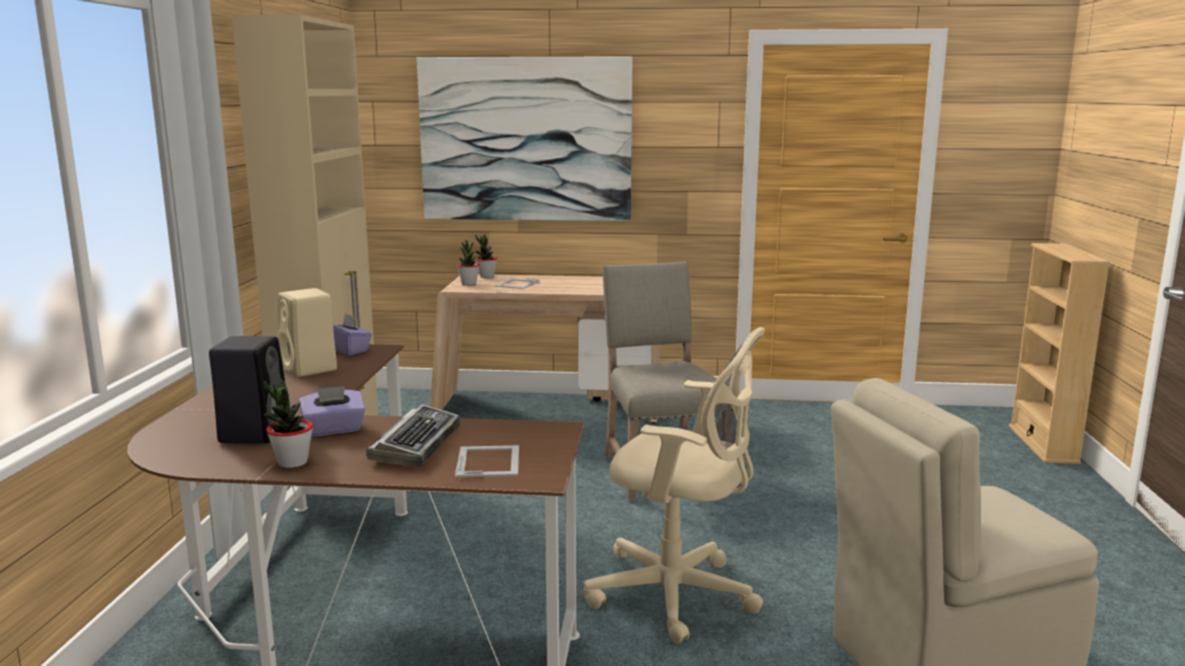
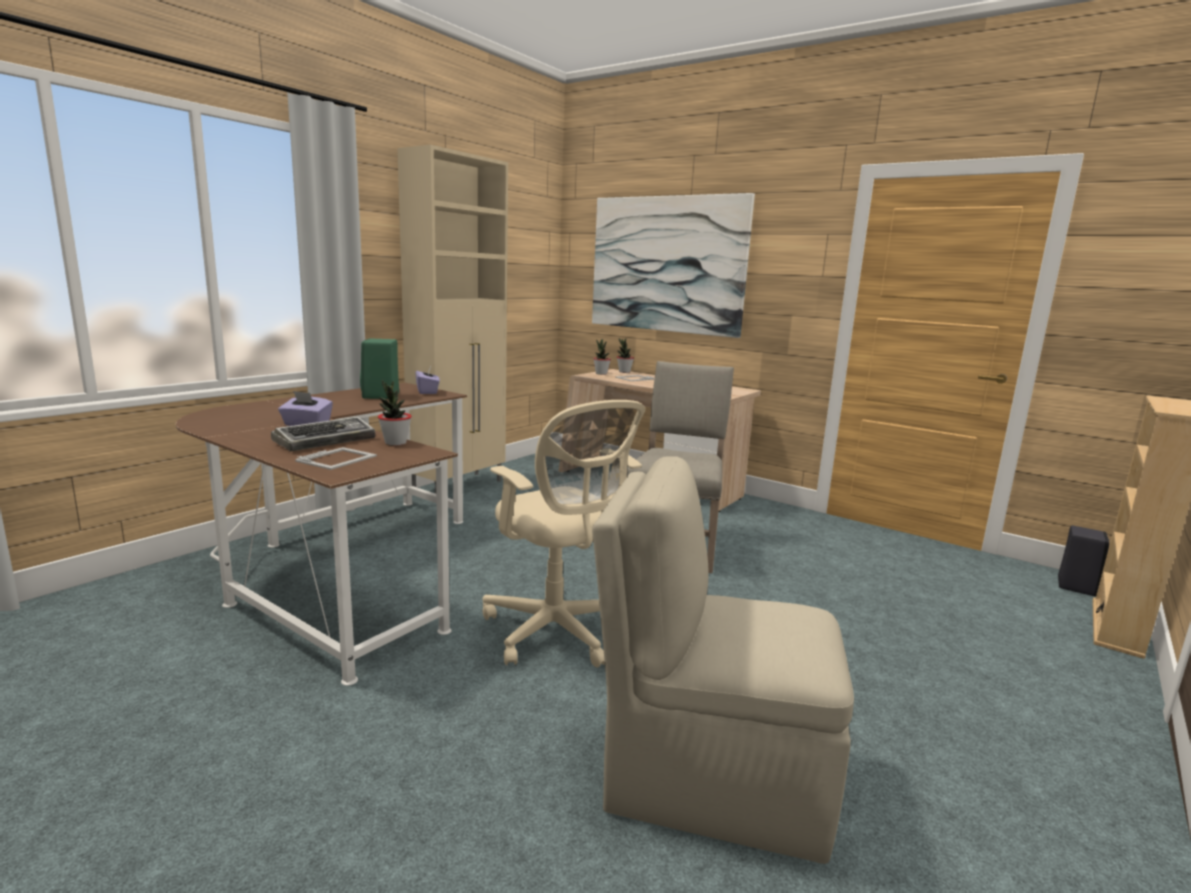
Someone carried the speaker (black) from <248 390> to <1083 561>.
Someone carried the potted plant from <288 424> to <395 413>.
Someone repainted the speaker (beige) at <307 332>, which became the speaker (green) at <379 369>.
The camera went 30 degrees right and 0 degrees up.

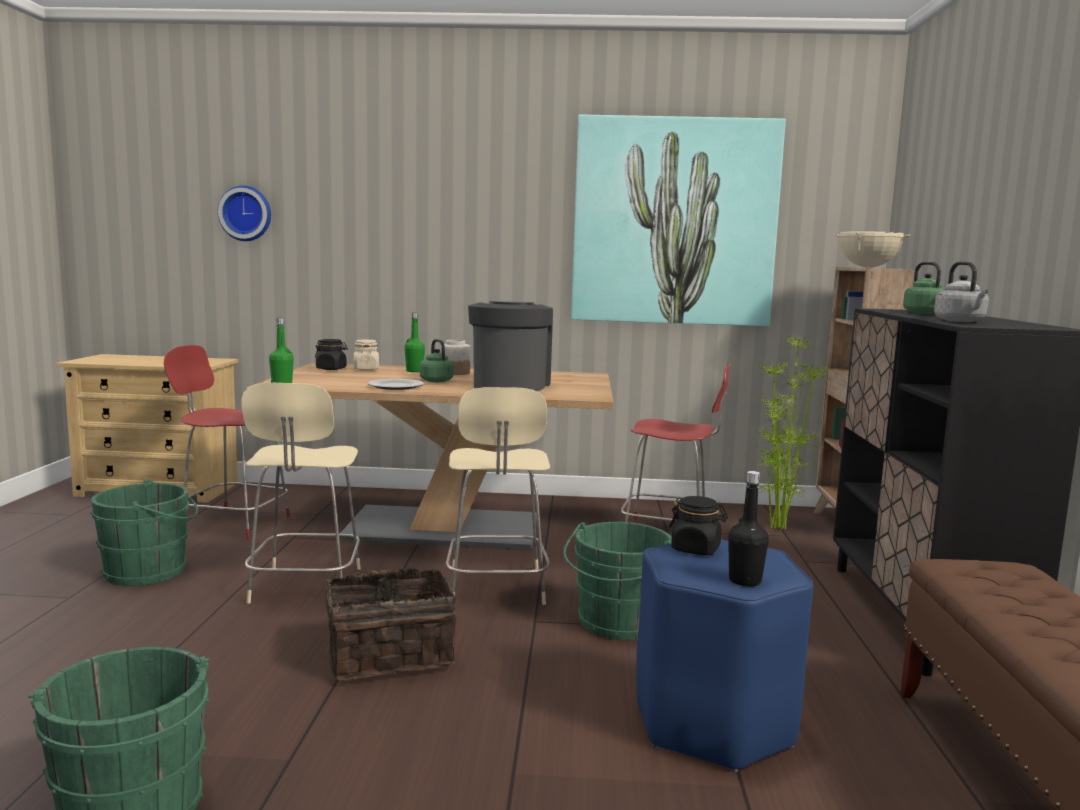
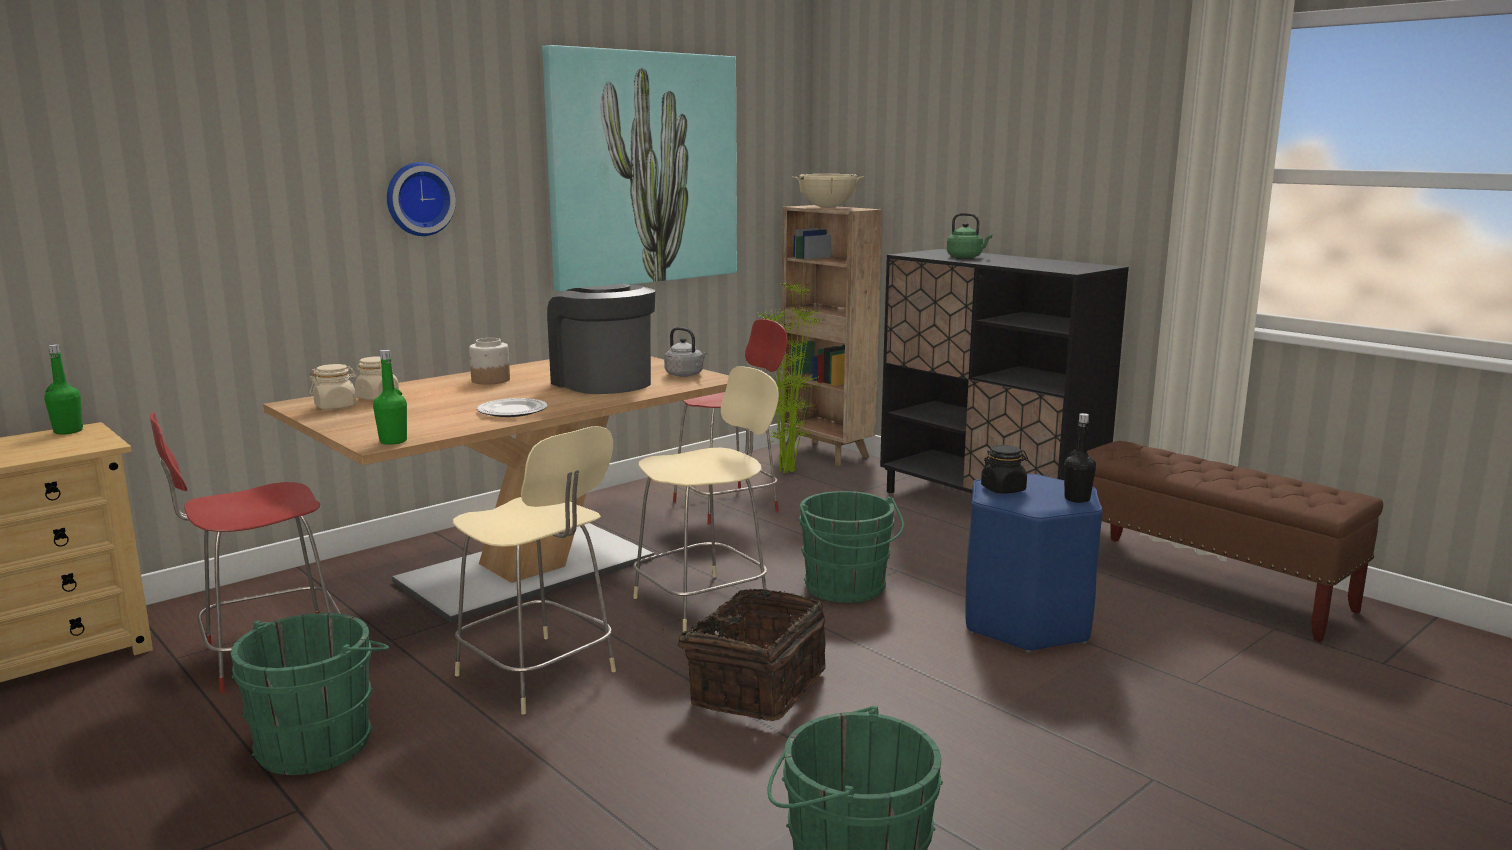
Someone carried the wall clock from <244 213> to <421 199>.
Someone repainted the jar (black) at <331 354>, which became the jar (beige) at <334 387>.
Someone carried the bottle (green) from <414 342> to <63 389>.
Someone took away the kettle (green) at <436 360>.
Someone rotated the chair (beige) at <498 496> by 75 degrees counterclockwise.
Someone carried the kettle (grey) from <961 291> to <685 352>.
The camera went 45 degrees left and 5 degrees up.

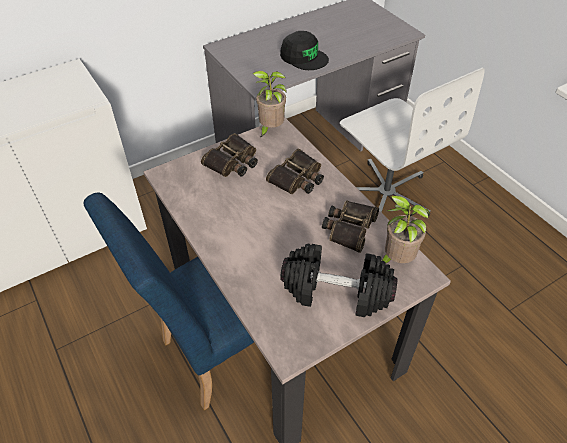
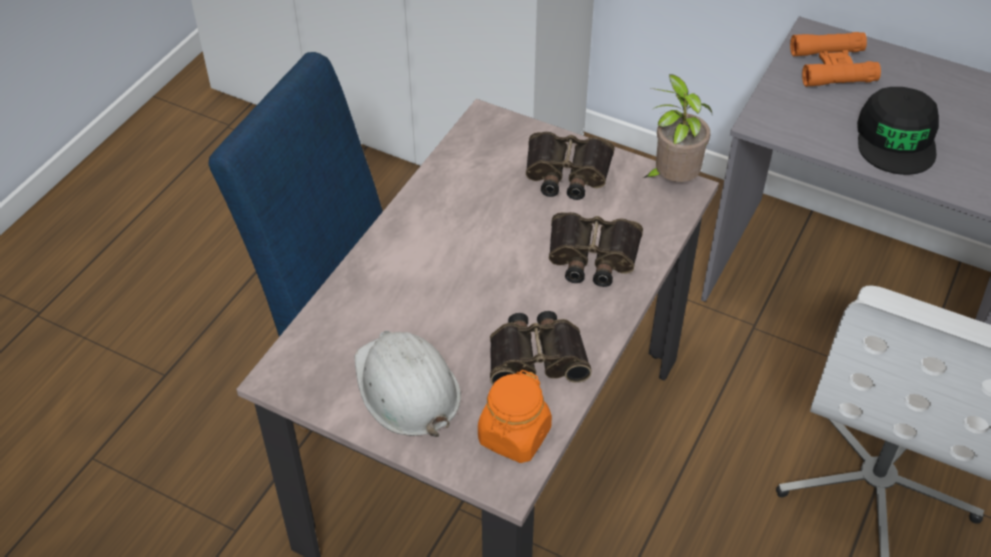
Someone swapped the dumbbell (black) at <338 280> for the hard hat (white) at <407 384>.
Someone swapped the potted plant at <406 229> for the jar (orange) at <515 416>.
Someone put down the binoculars (orange) at <835 59>.
The camera went 60 degrees right and 0 degrees up.

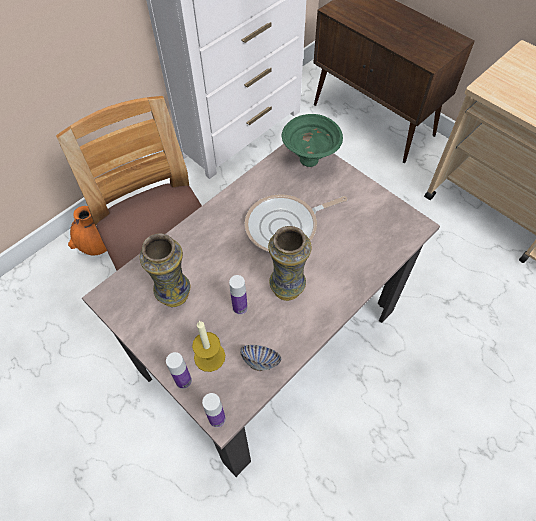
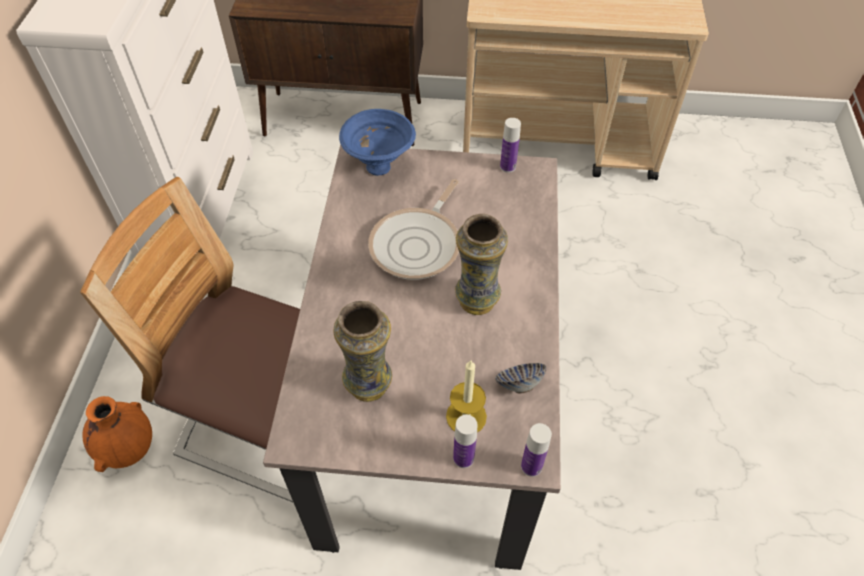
Someone carried the bottle from <238 295> to <510 145>.
Someone repainted the bowl (green) at <312 140>, which became the bowl (blue) at <377 142>.
The camera went 40 degrees left and 5 degrees down.

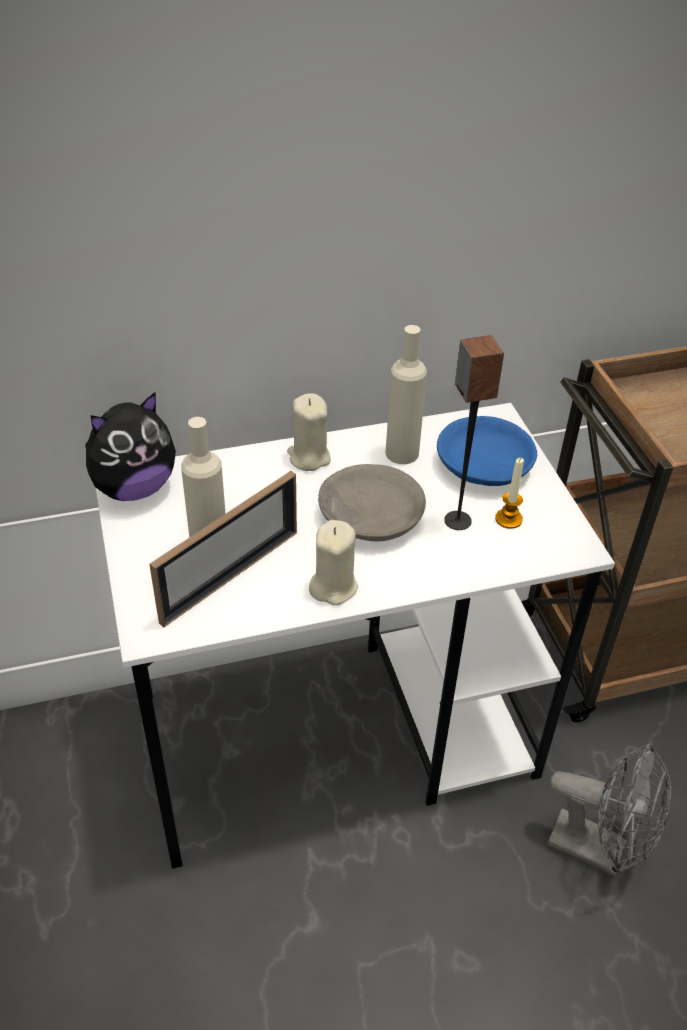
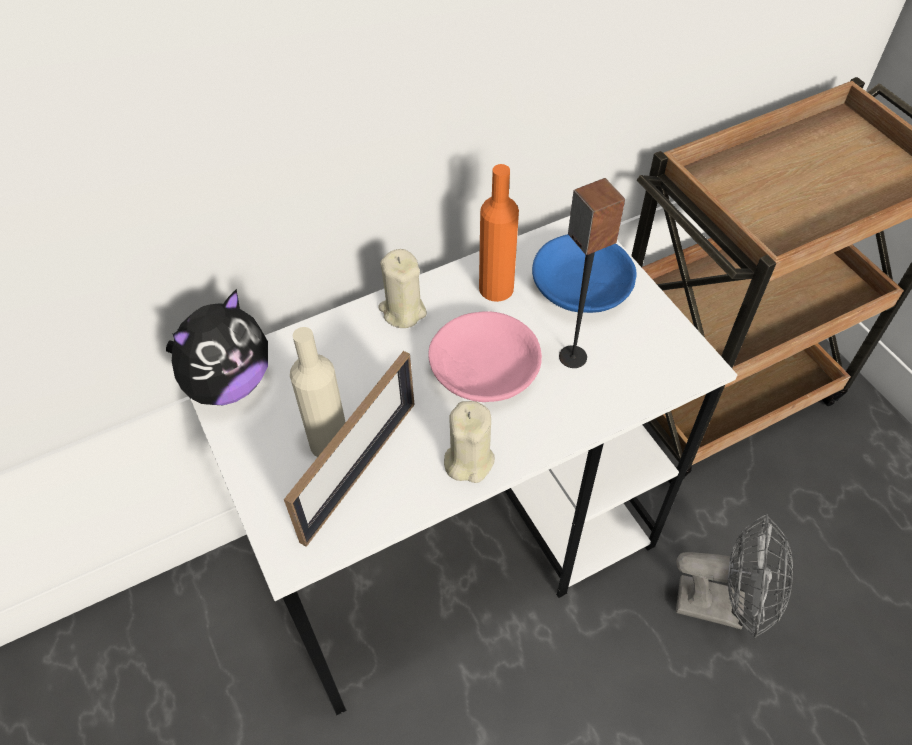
Someone repainted the bowl (grey) at <372 502>, which became the bowl (pink) at <485 356>.
Someone repainted the bottle (beige) at <406 394>, which became the bottle (orange) at <499 233>.
Someone took away the candle at <509 493>.
The camera went 10 degrees left and 10 degrees up.

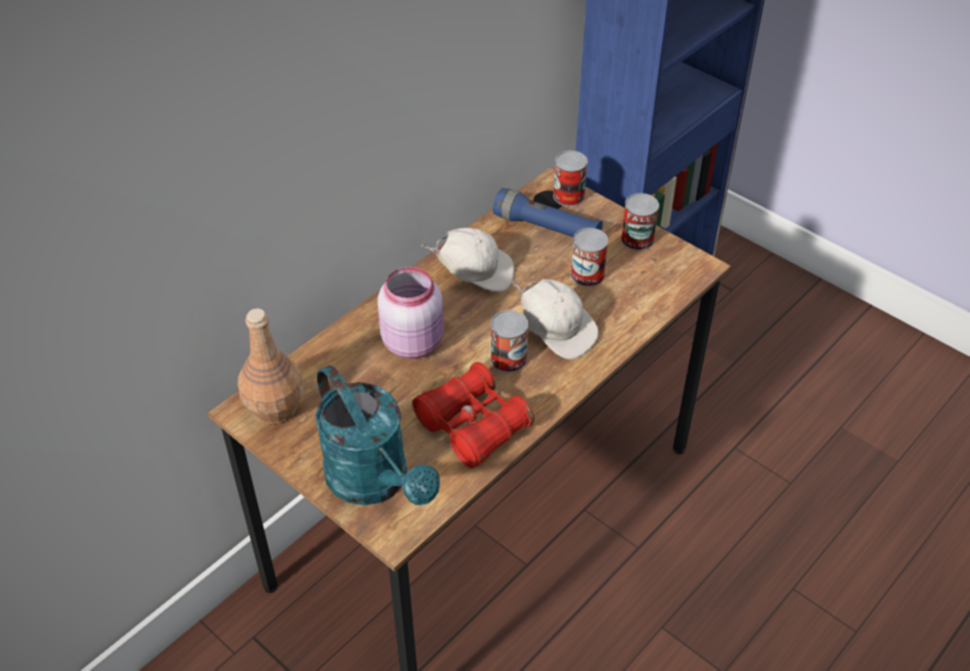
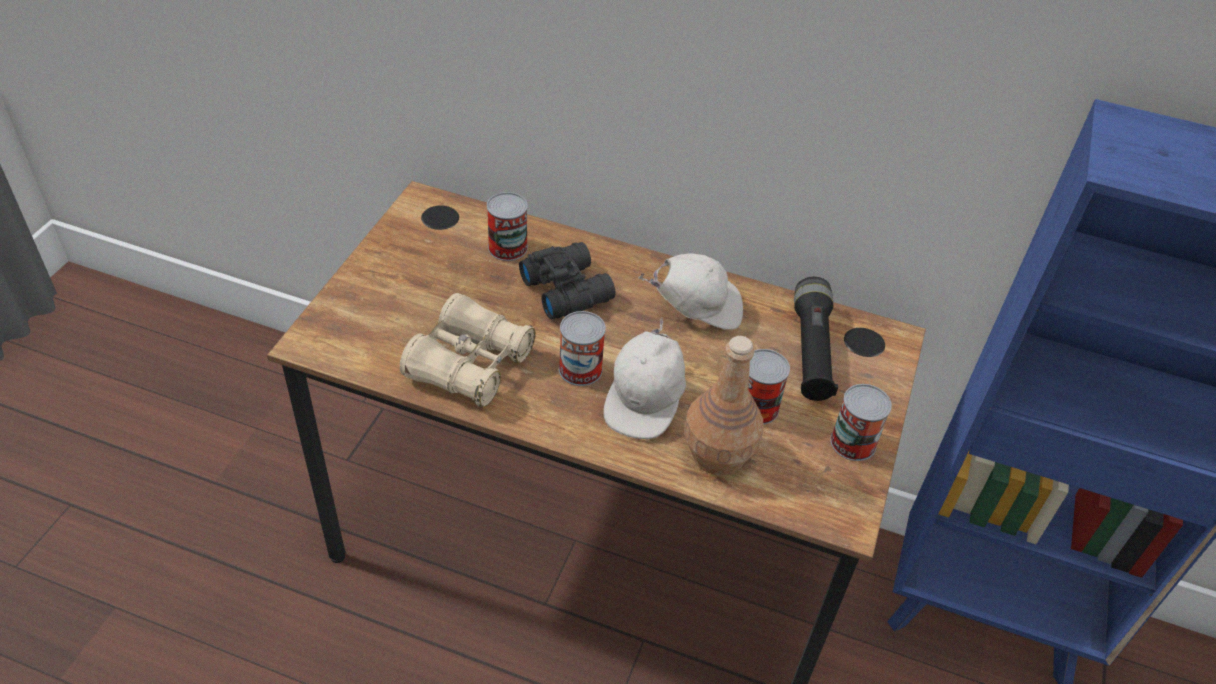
Someone carried the bottle (brown) from <270 366> to <724 406>.
Someone took away the watering can (turquoise) at <377 435>.
Someone swapped the jar (pink) at <411 313> for the binoculars (black) at <567 280>.
Someone repainted the binoculars (red) at <473 415>, which became the binoculars (beige) at <468 350>.
Someone rotated the cap (white) at <467 260> by 75 degrees counterclockwise.
Someone repainted the flashlight (blue) at <548 212>, which became the flashlight (black) at <816 339>.
Someone carried the can from <570 178> to <507 226>.
The camera went 65 degrees right and 0 degrees up.

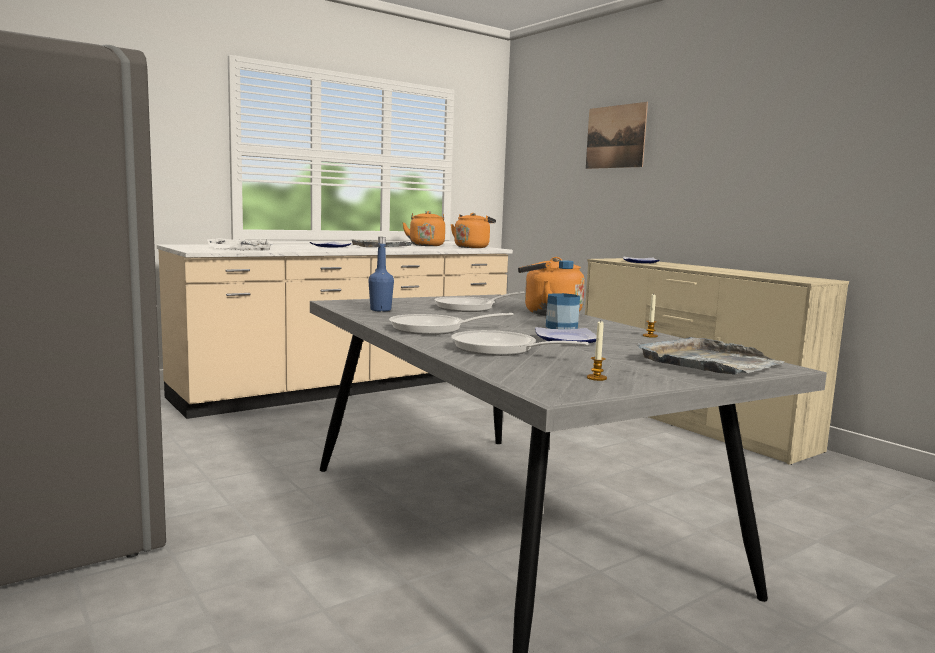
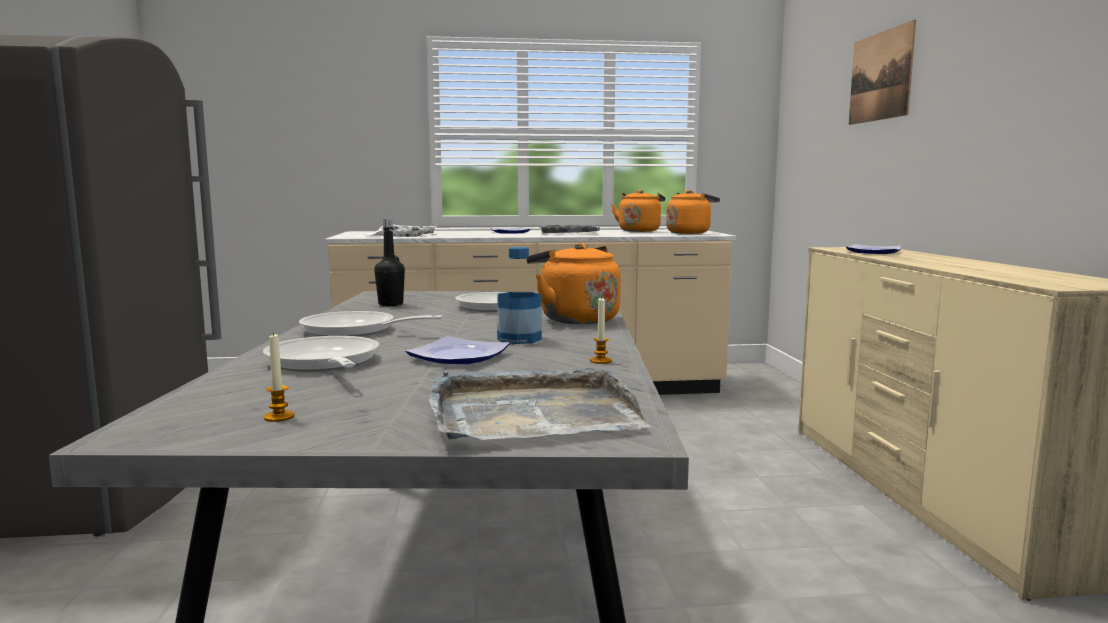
Someone repainted the bottle (blue) at <381 274>, which became the bottle (black) at <389 262>.
The camera went 30 degrees right and 0 degrees up.

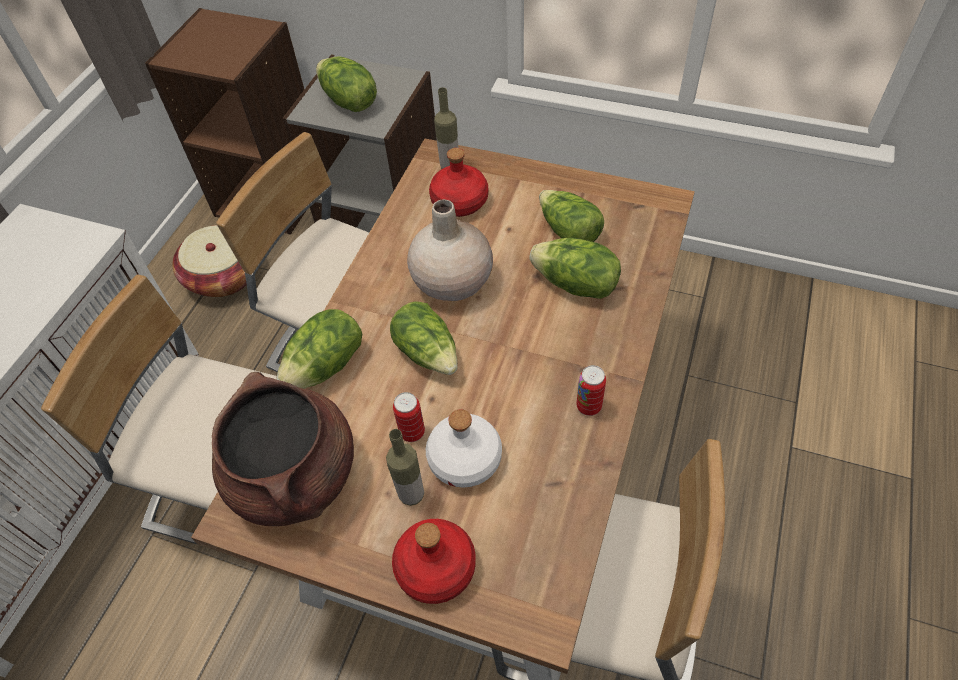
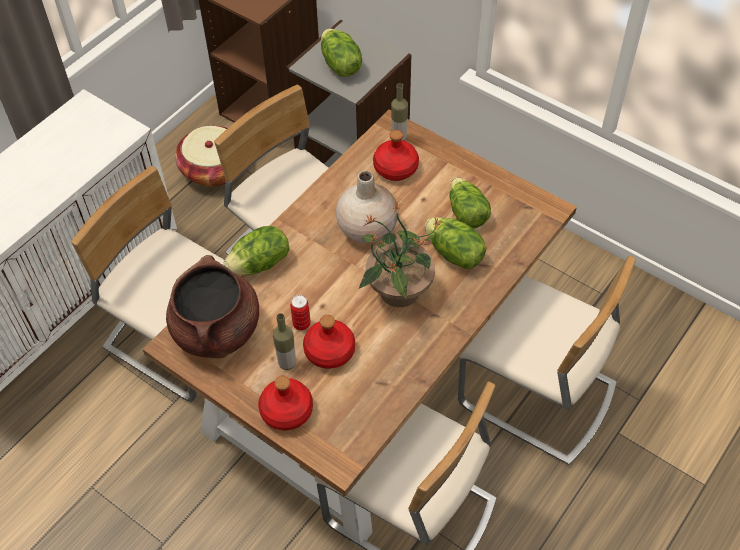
Someone took away the lettuce at <424 338>.
Someone repainted the bottle (white) at <464 448>, which became the bottle (red) at <329 342>.
Someone took away the can at <591 390>.
Someone put down the potted plant at <401 254>.
Someone put down the chair (beige) at <547 360>.
The camera went 15 degrees right and 0 degrees up.

